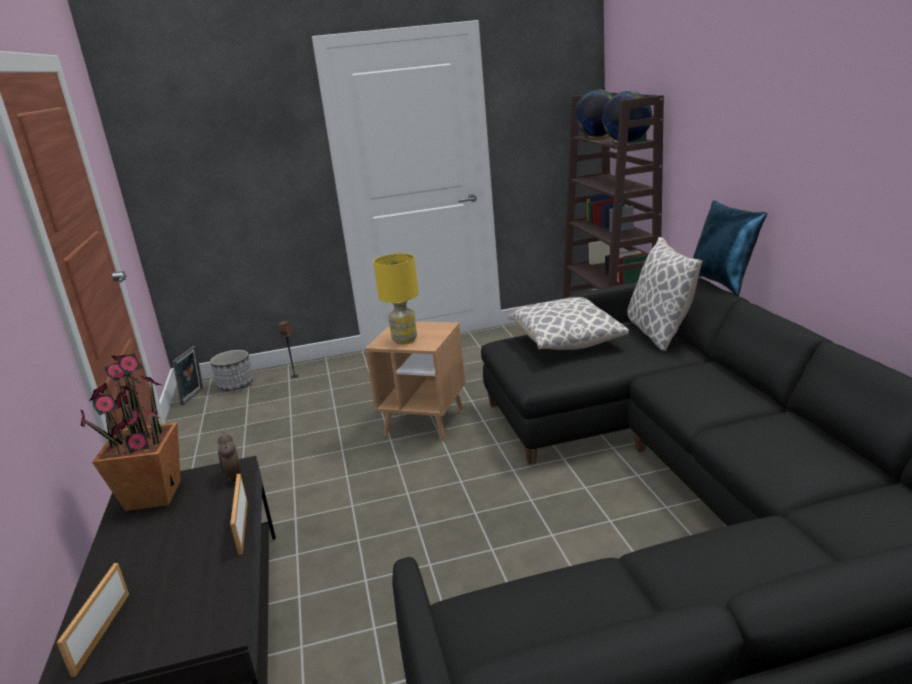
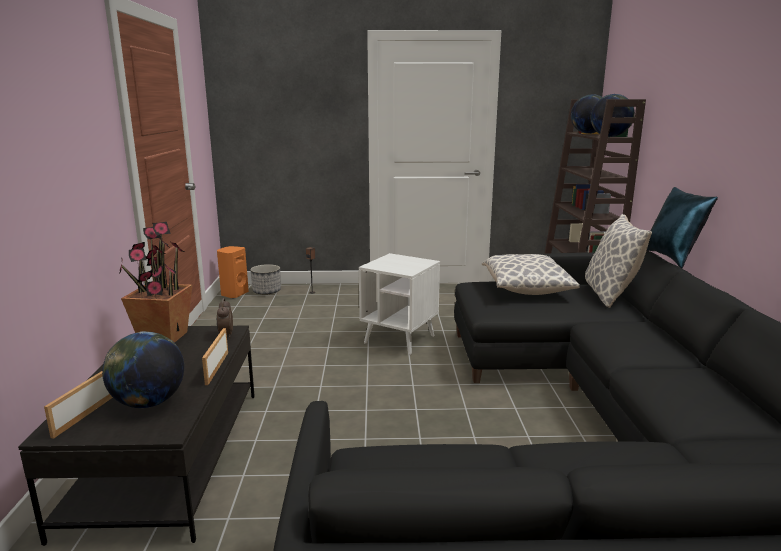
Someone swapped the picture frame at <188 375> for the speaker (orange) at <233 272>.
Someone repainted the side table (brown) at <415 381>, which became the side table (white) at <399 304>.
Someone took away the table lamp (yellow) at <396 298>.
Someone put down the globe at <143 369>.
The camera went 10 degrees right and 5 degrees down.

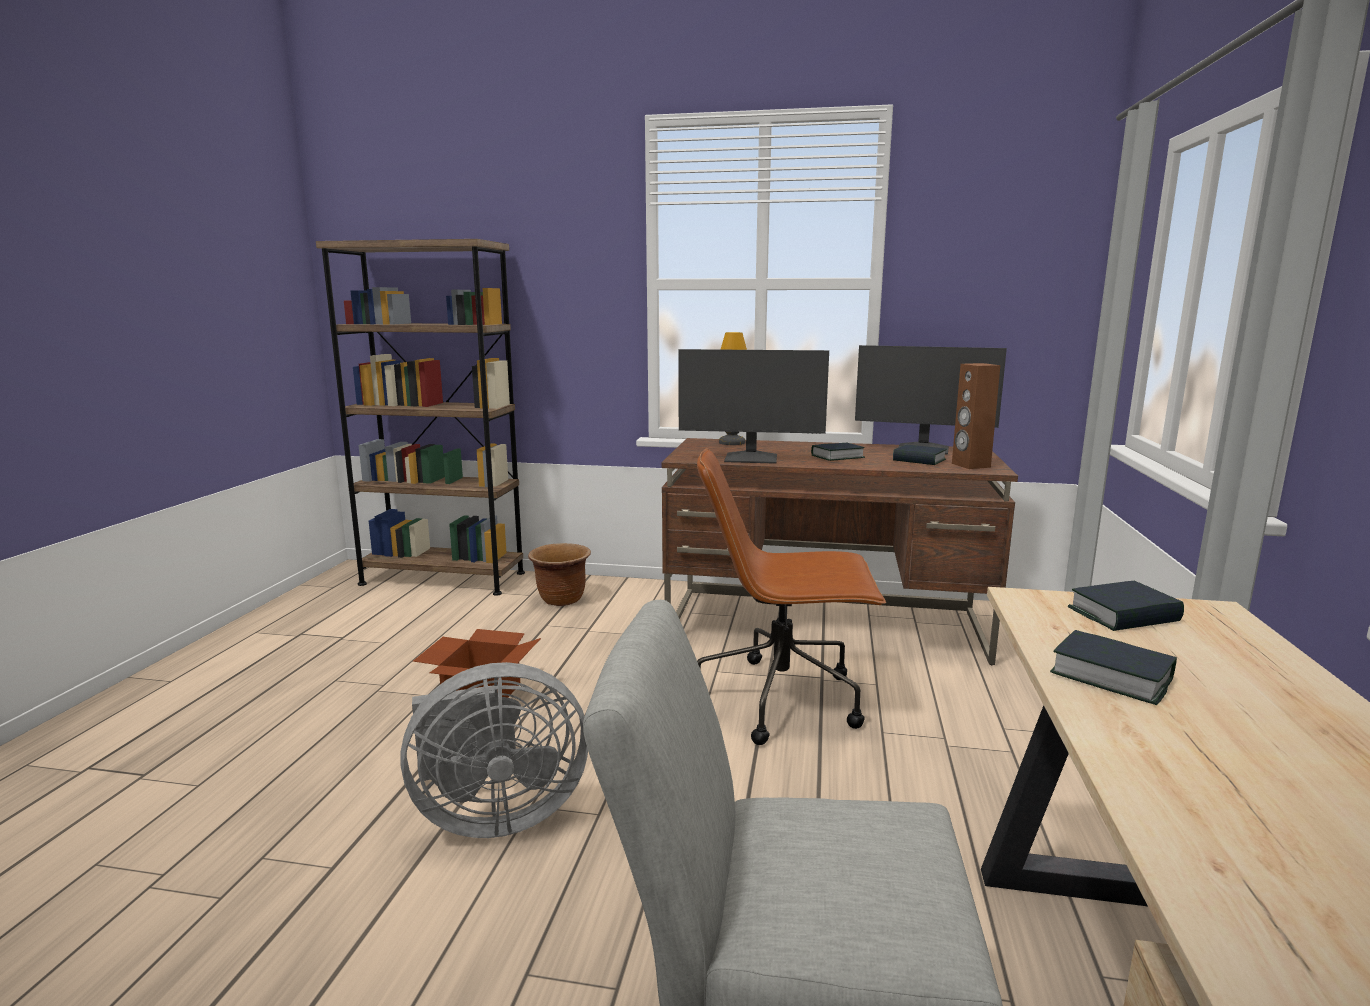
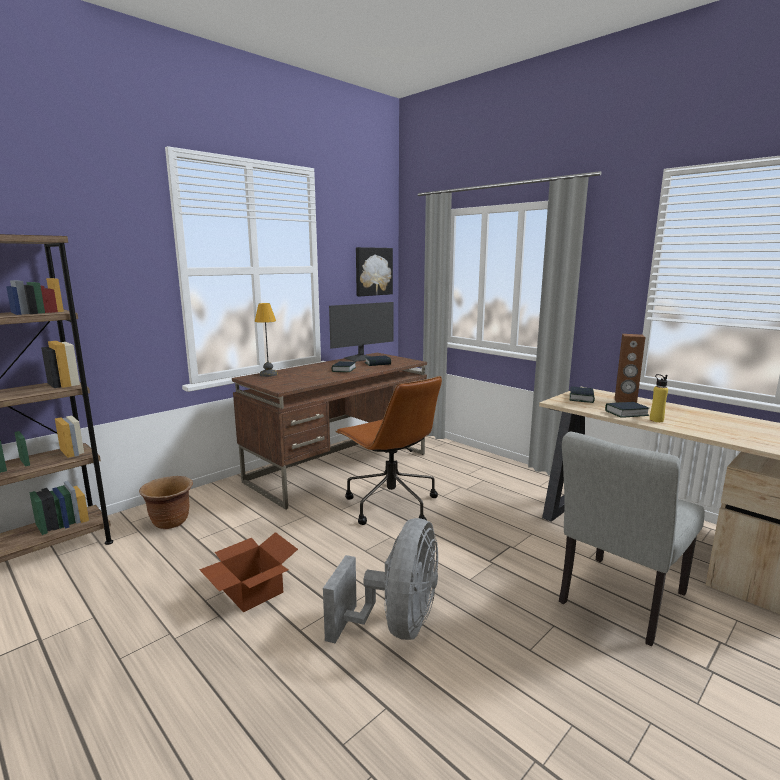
Someone took away the monitor at <753 406>.
Someone rotated the office chair (brown) at <791 596> by 75 degrees counterclockwise.
Someone carried the speaker (brown) from <976 416> to <630 368>.
Someone put up the picture at <374 272>.
Someone put down the bottle (yellow) at <659 398>.
The camera went 55 degrees left and 0 degrees up.

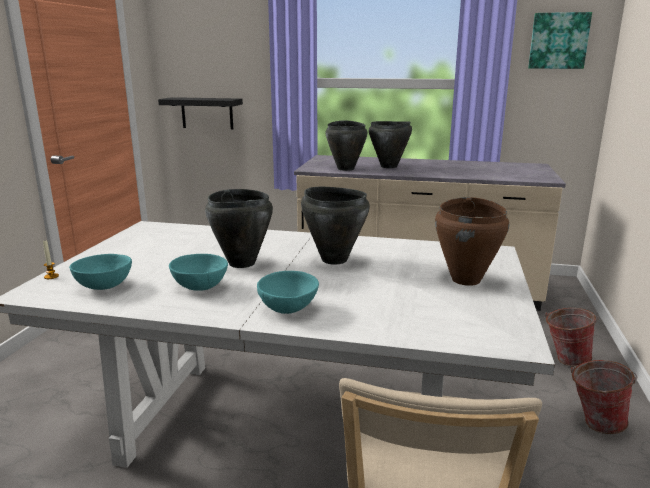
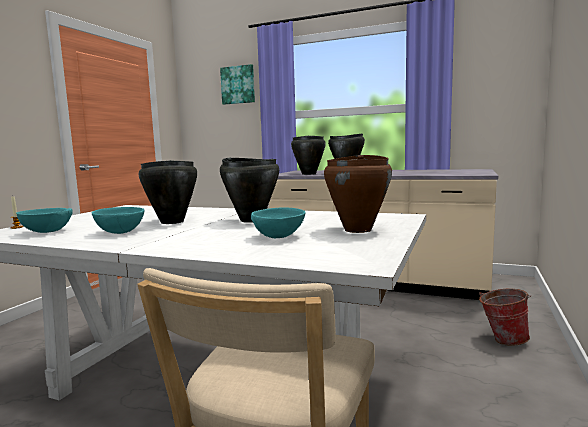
Someone took away the shelf (black) at <200 113>.
Someone carried the bowl (turquoise) from <288 292> to <278 223>.
Someone carried the picture from <560 40> to <237 84>.
Someone took away the bucket at <604 397>.
The camera went 10 degrees right and 10 degrees down.

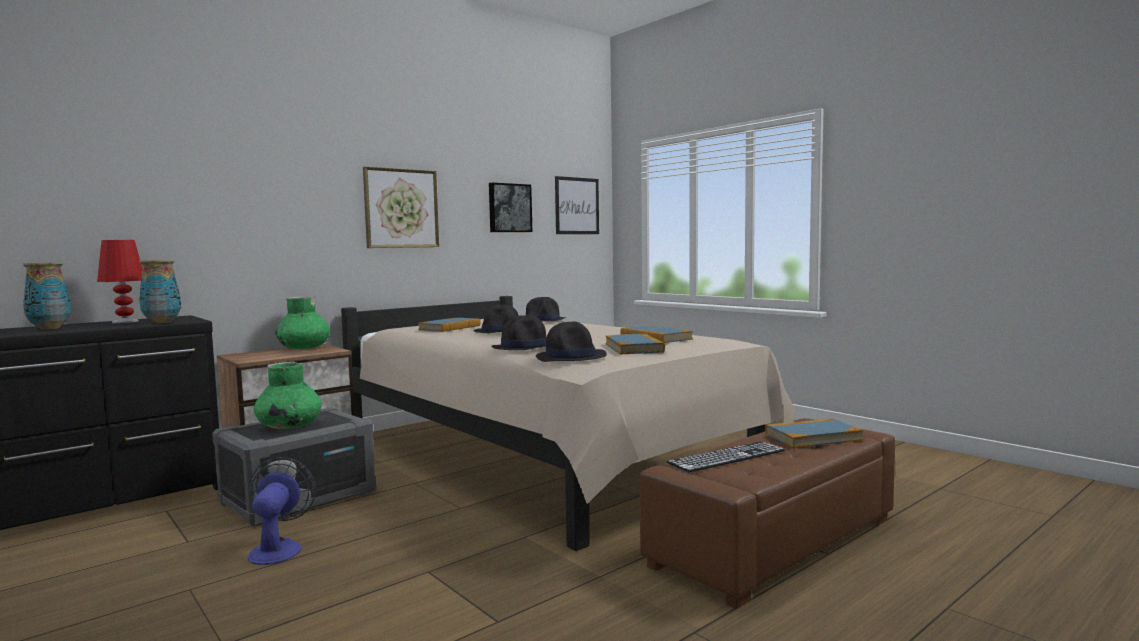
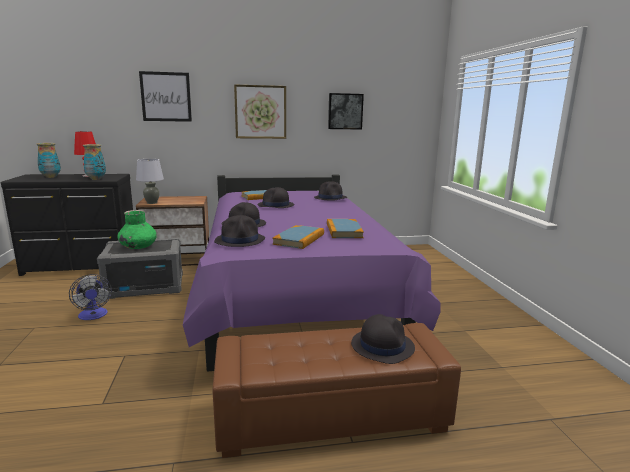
Someone rotated the fan at <282 511> by 120 degrees clockwise.
Someone took away the vase (green) at <303 322>.
Someone repainted the bed (beige) at <568 423>, which became the bed (purple) at <312 272>.
Someone carried the picture from <577 205> to <165 96>.
Someone took away the keyboard at <726 457>.
Someone swapped the book at <814 433> for the hat (black) at <383 339>.
Someone put down the table lamp (grey) at <150 181>.
The camera went 30 degrees right and 10 degrees up.

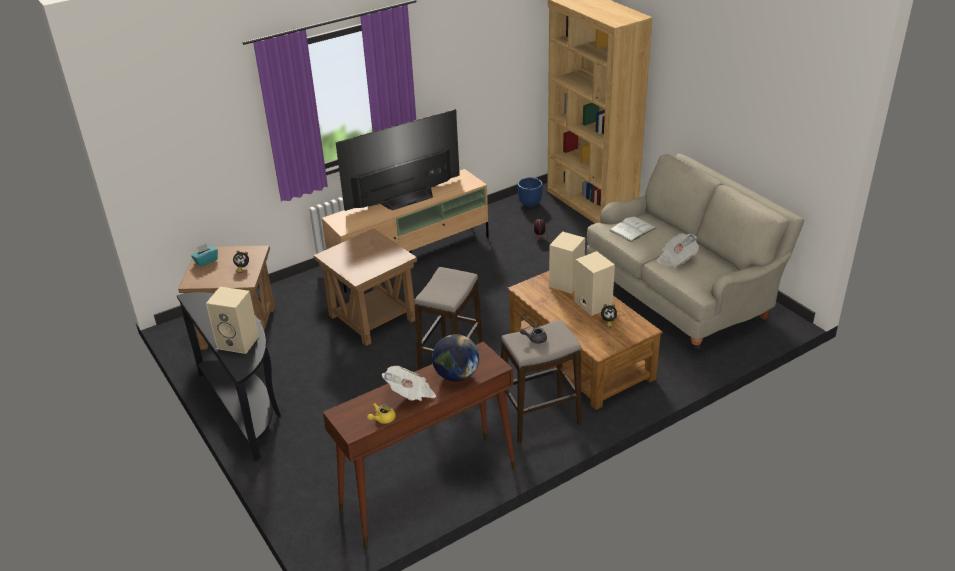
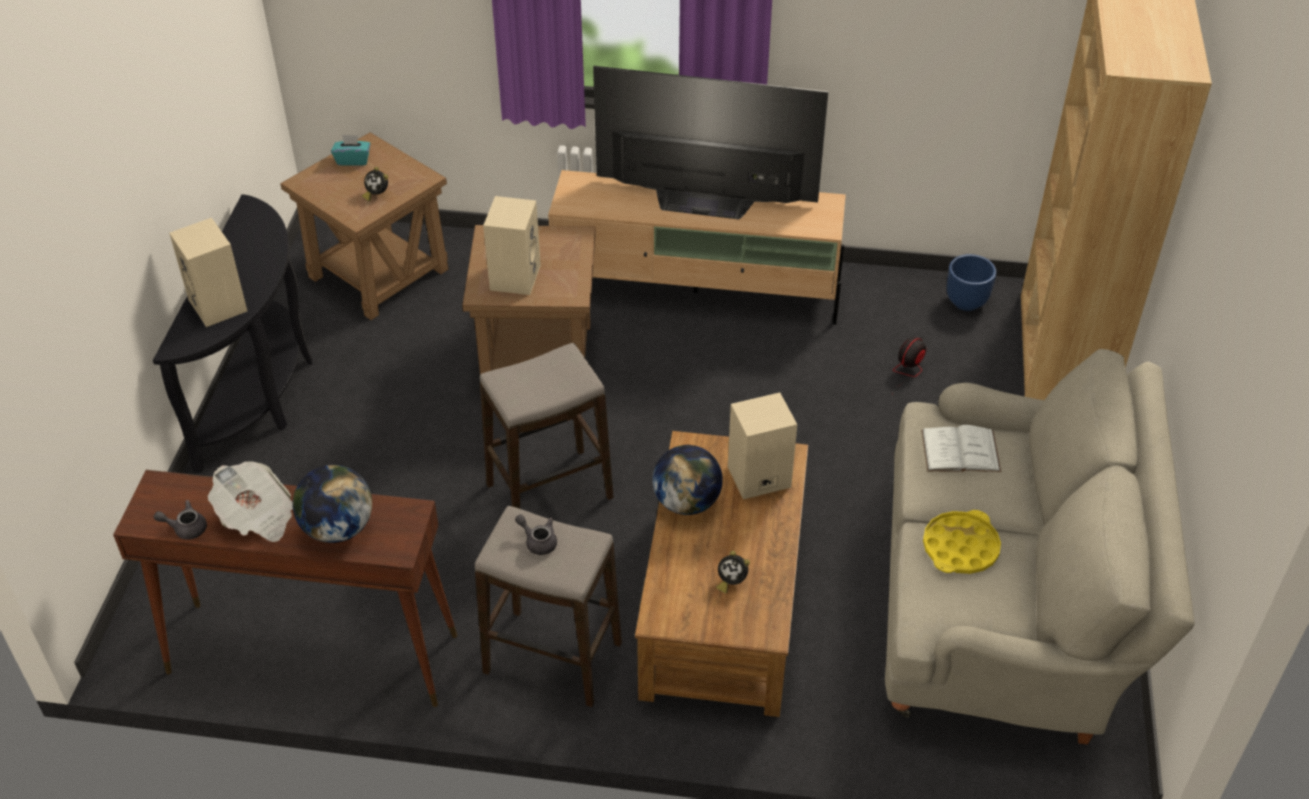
Someone repainted the teapot (yellow) at <381 413>, which became the teapot (grey) at <180 520>.
Someone carried the speaker (beige) from <594 283> to <512 245>.
Someone swapped the newspaper at <678 250> for the tray (yellow) at <962 542>.
Someone put down the globe at <687 480>.
The camera went 40 degrees right and 10 degrees up.

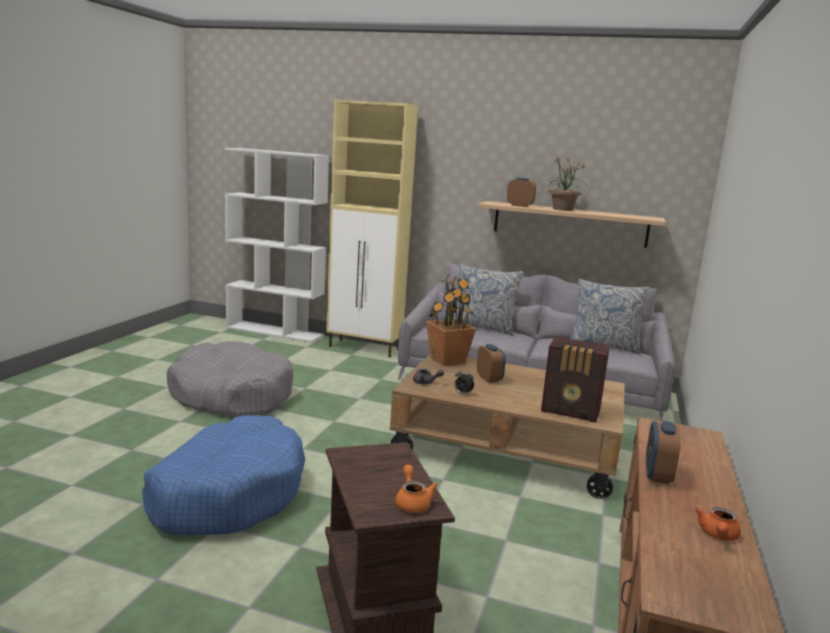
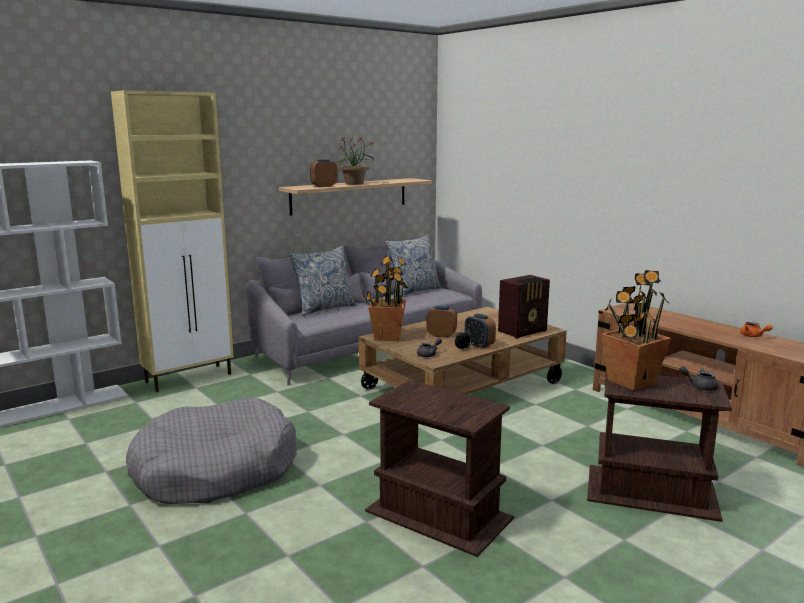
Someone swapped the dog bed (blue) at <223 475> for the side table (brown) at <439 468>.
Someone repainted the teapot (orange) at <417 489>, which became the teapot (grey) at <698 378>.
Someone carried the alarm clock from <663 452> to <480 331>.
Someone put down the potted plant at <636 330>.
The camera went 55 degrees left and 0 degrees up.

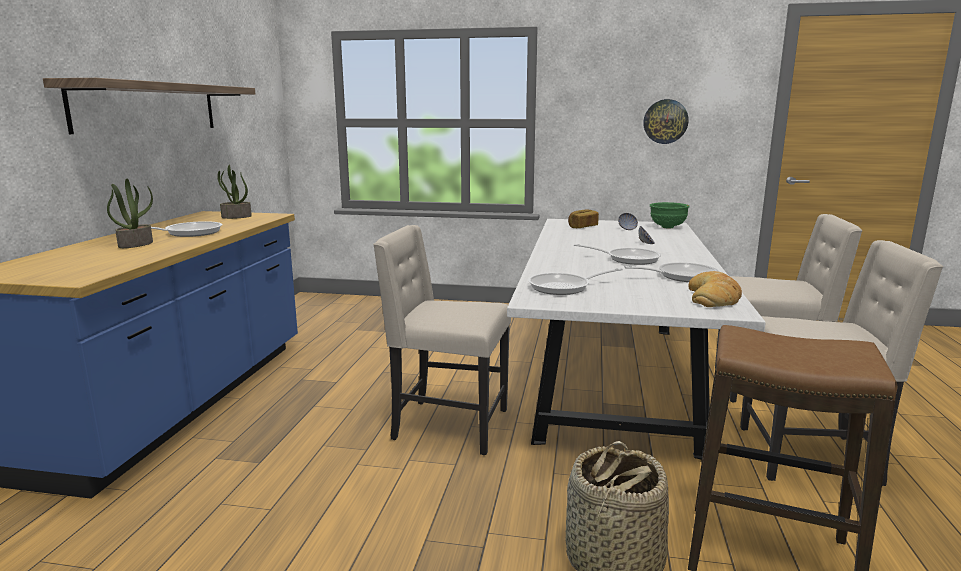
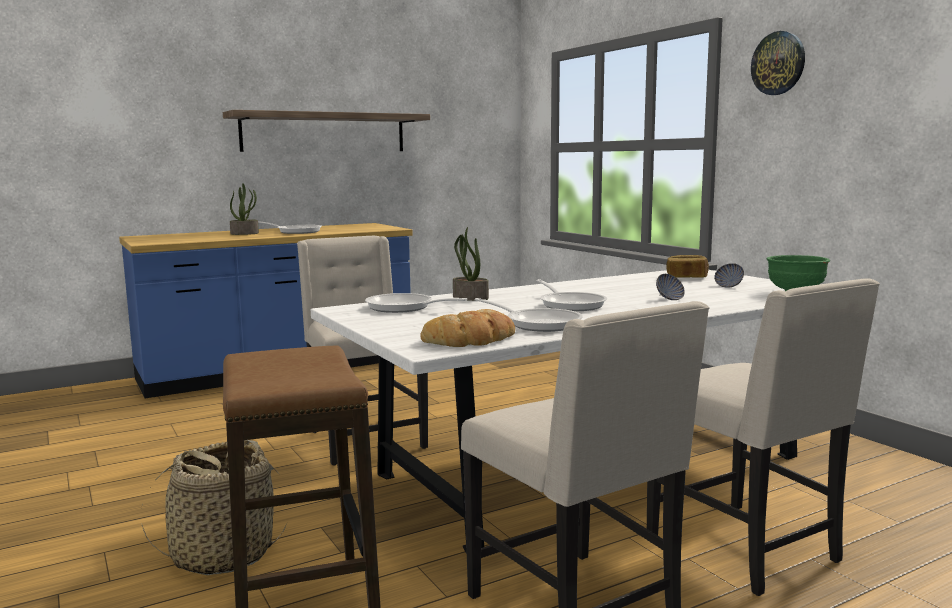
Someone carried the potted plant from <234 191> to <471 264>.
Someone carried the wall clock from <666 121> to <778 63>.
The camera went 50 degrees right and 5 degrees down.

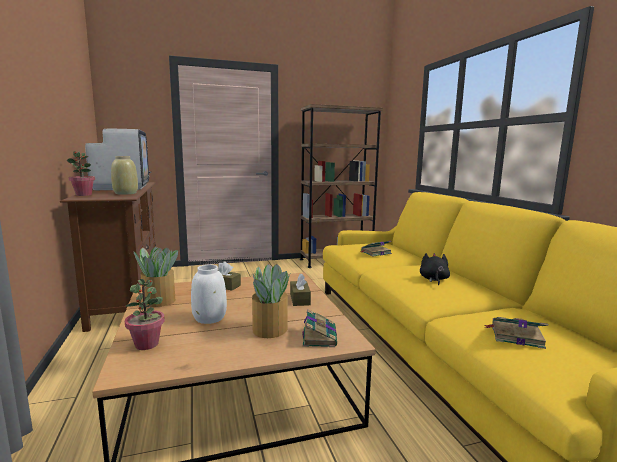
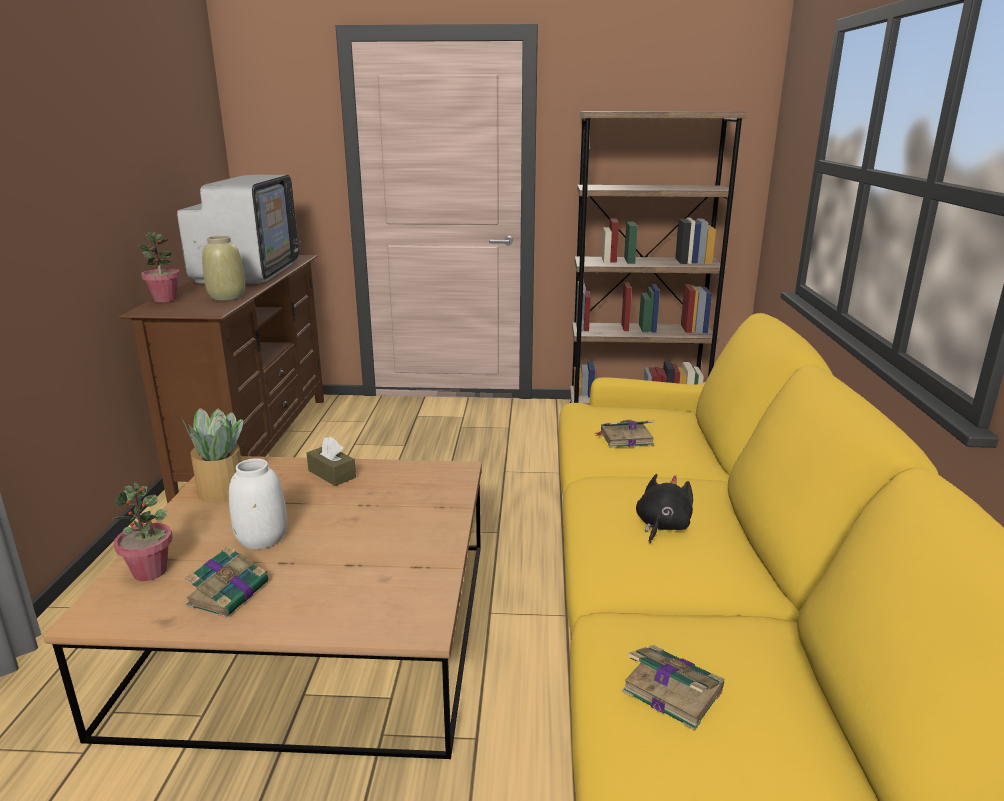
Someone took away the potted plant at <271 301>.
Someone took away the tissue box (brown) at <300 289>.
Someone carried the book from <319 328> to <226 581>.
The camera went 20 degrees right and 10 degrees up.

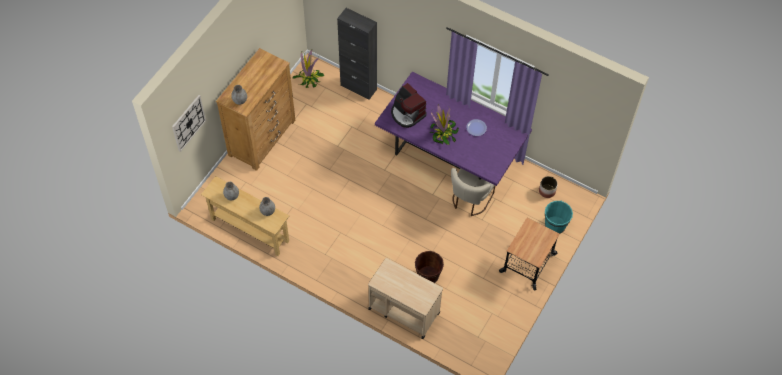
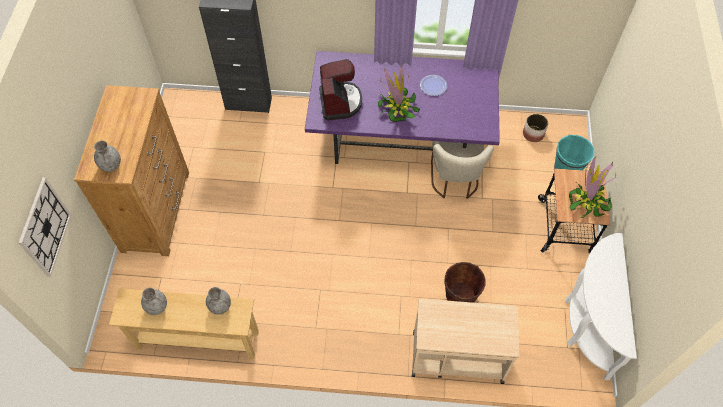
Someone carried the potted plant from <309 68> to <592 187>.
Someone rotated the coffee machine at <408 105> by 120 degrees counterclockwise.
Someone put down the console table (white) at <601 306>.
The camera went 25 degrees left and 0 degrees up.

